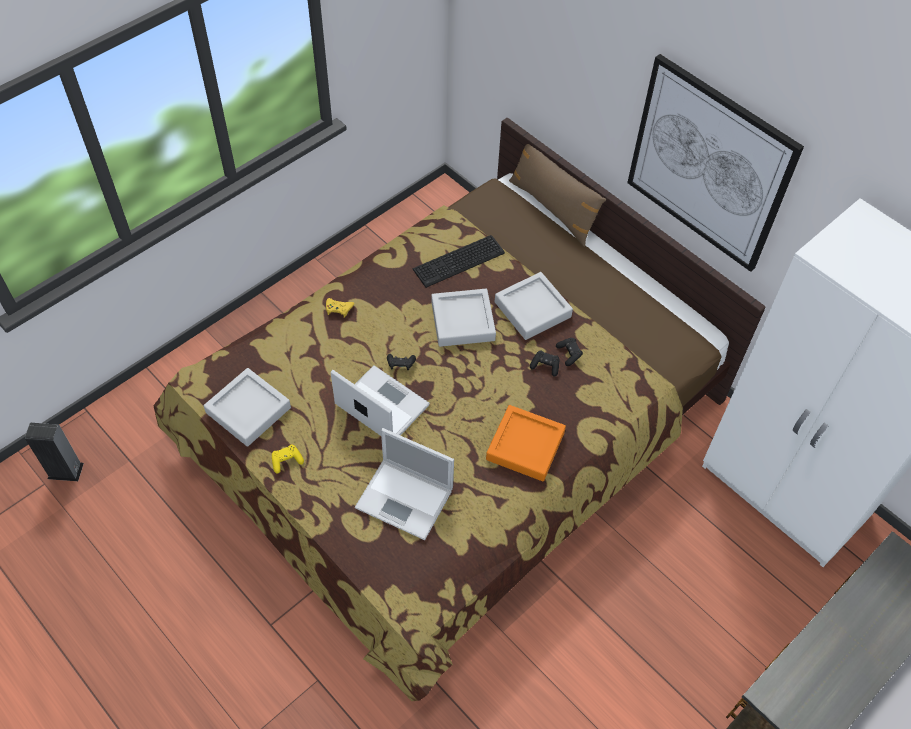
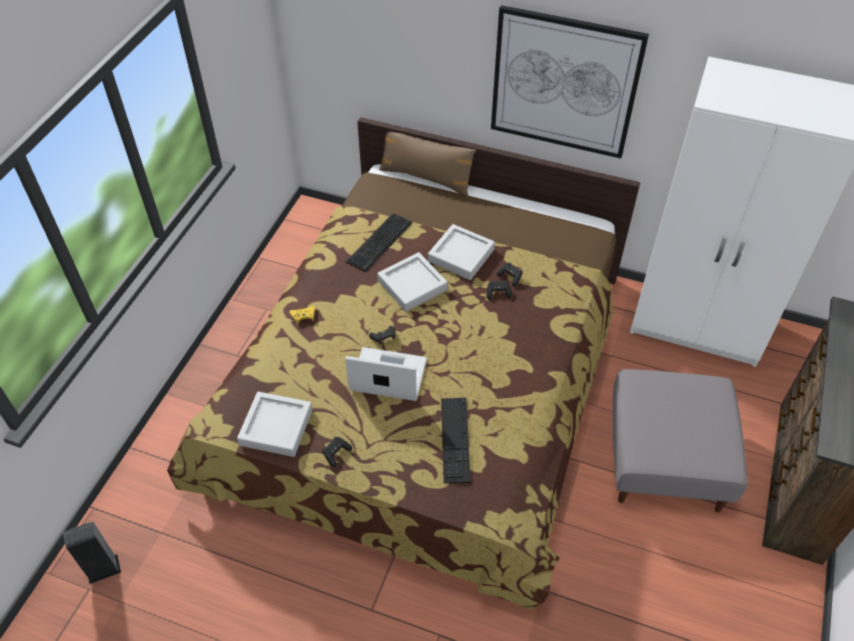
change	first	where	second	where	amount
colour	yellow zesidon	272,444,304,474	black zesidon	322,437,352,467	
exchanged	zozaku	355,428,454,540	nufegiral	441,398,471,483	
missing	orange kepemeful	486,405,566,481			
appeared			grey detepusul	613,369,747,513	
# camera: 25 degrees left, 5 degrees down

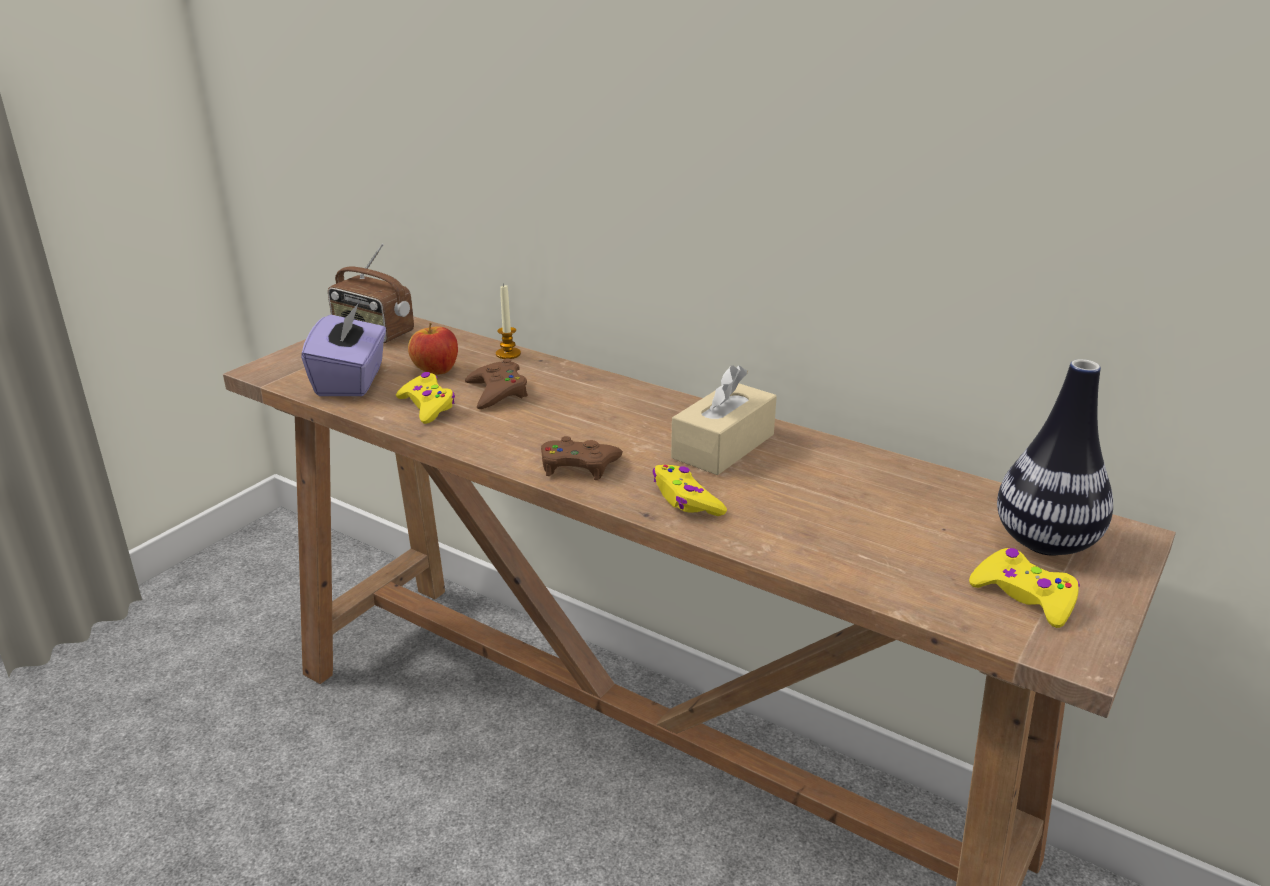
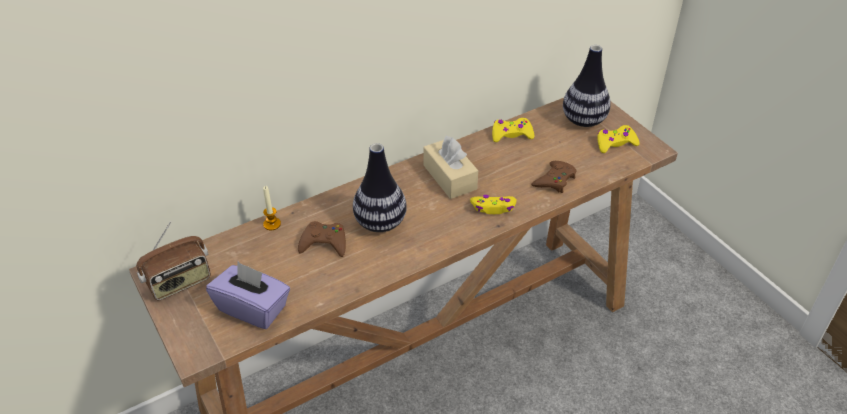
change	first	where	second	where	amount
relocated	yellow zesidon	396,372,455,424		492,118,534,142	
missing	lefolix	408,323,458,375			
relocated	brown zesidon	541,436,623,480		531,161,577,193	
appeared			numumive	353,143,407,232	
# camera: 65 degrees left, 15 degrees up

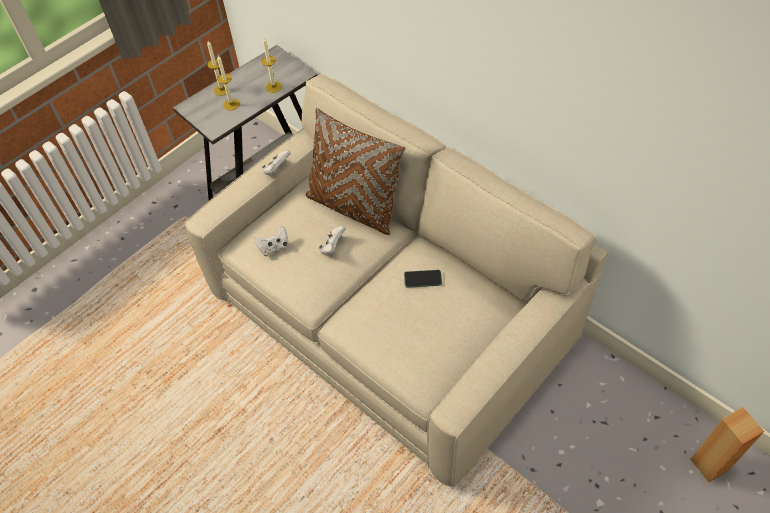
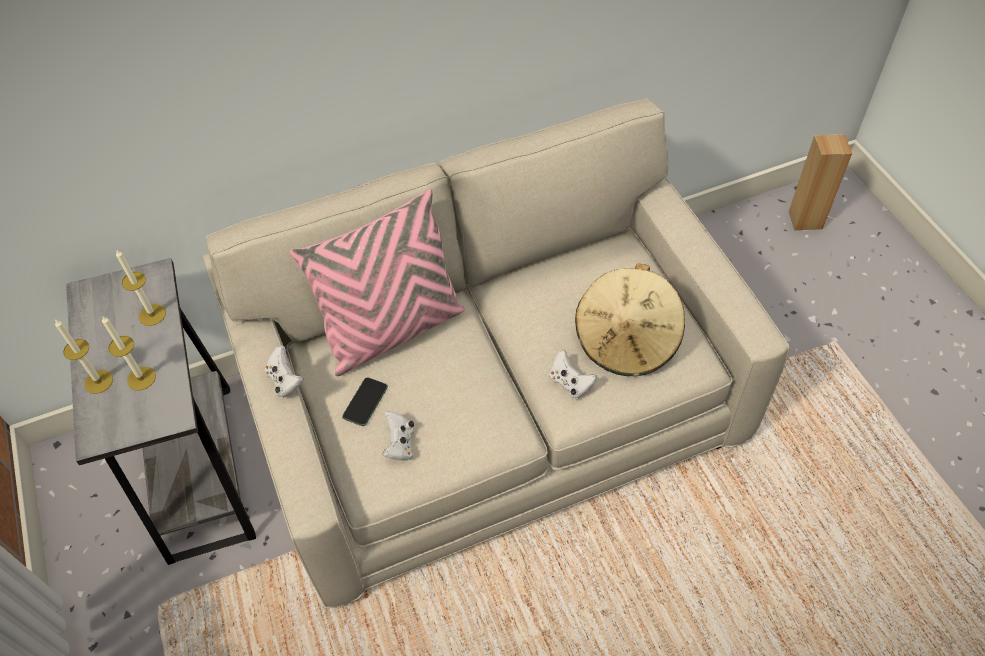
change	first	where	second	where	amount
colour	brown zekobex	305,108,405,235	pink zekobex	290,189,465,376	
relocated	white zesidon	319,226,346,255		549,350,597,399	
relocated	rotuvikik	404,270,442,288		342,377,388,426	
appeared			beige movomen	575,263,685,376	
# camera: 65 degrees left, 0 degrees up

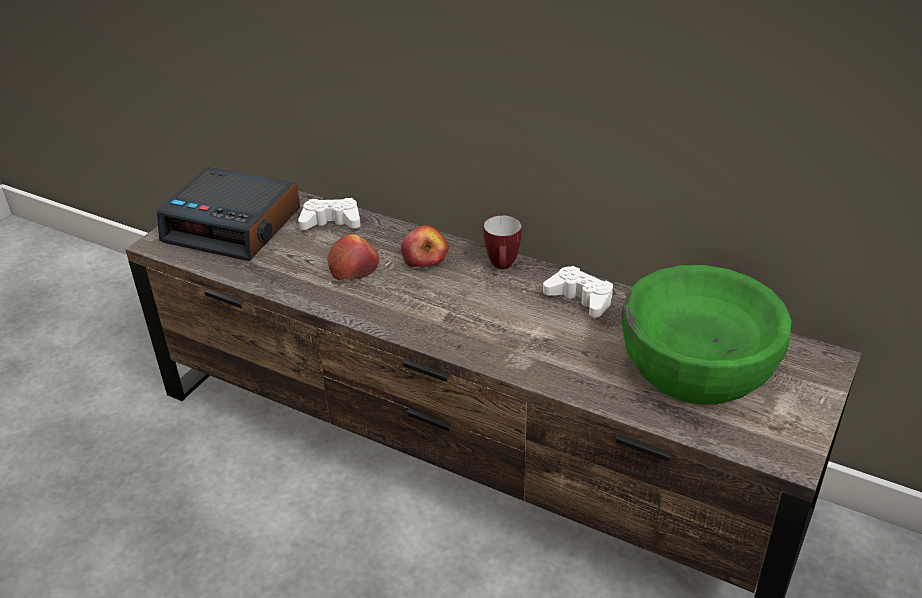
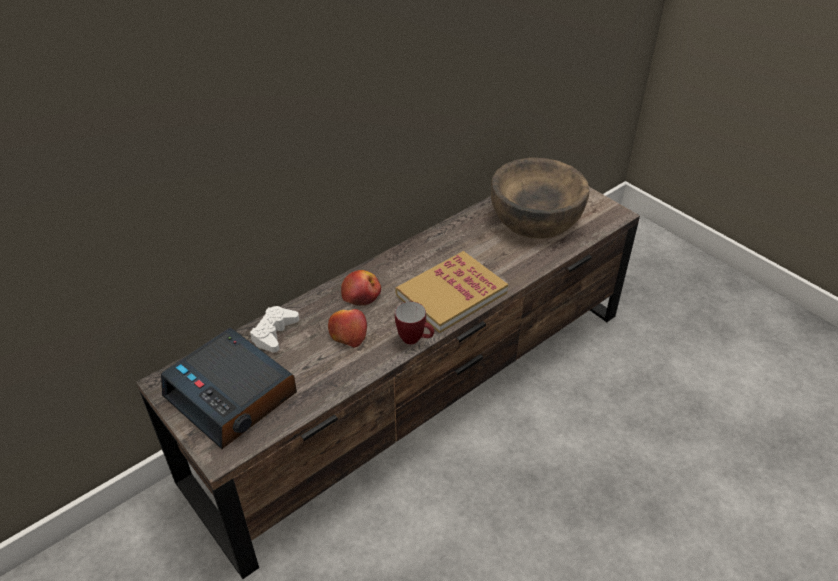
change	first	where	second	where	amount
spun	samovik	157,167,300,261		161,328,297,449	90 degrees clockwise
relocated	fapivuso	483,215,522,269		395,302,434,344	
missing	white zesidon	543,266,613,318			
colour	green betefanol	621,265,792,404	brown betefanol	491,158,589,239	
appeared			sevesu	396,251,508,333	
# camera: 70 degrees left, 5 degrees up

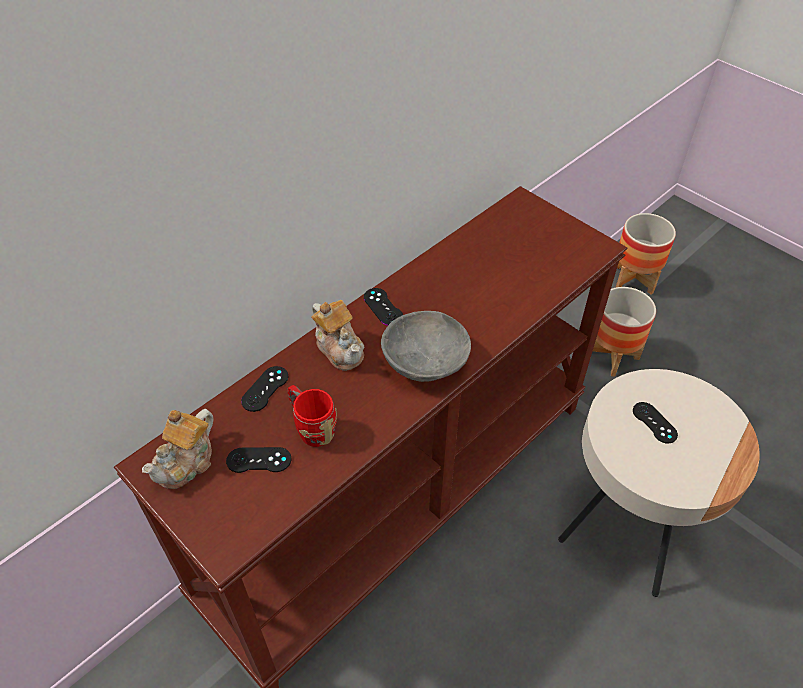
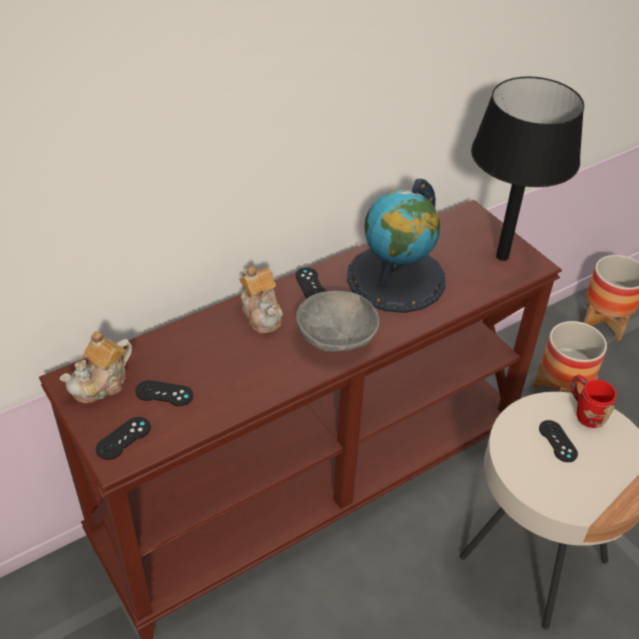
change	first	where	second	where	amount
relocated	black zesidon	241,366,288,412		96,417,151,460	
relocated	red fapivuso	287,385,337,447		570,375,616,428	
appeared			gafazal	347,179,446,313	
appeared			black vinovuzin	471,77,584,261	
# camera: 10 degrees right, 5 degrees down

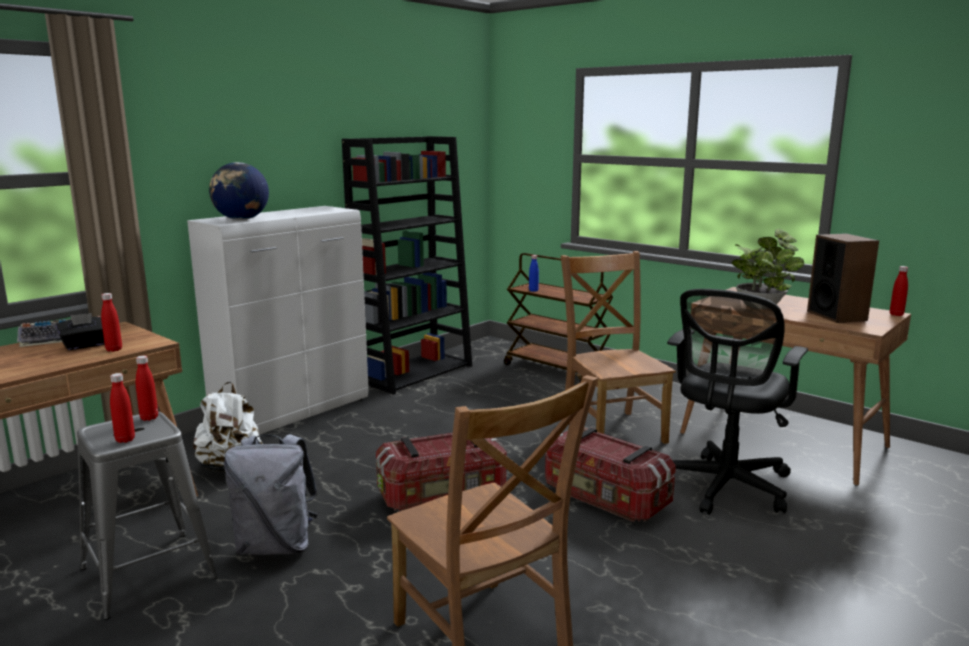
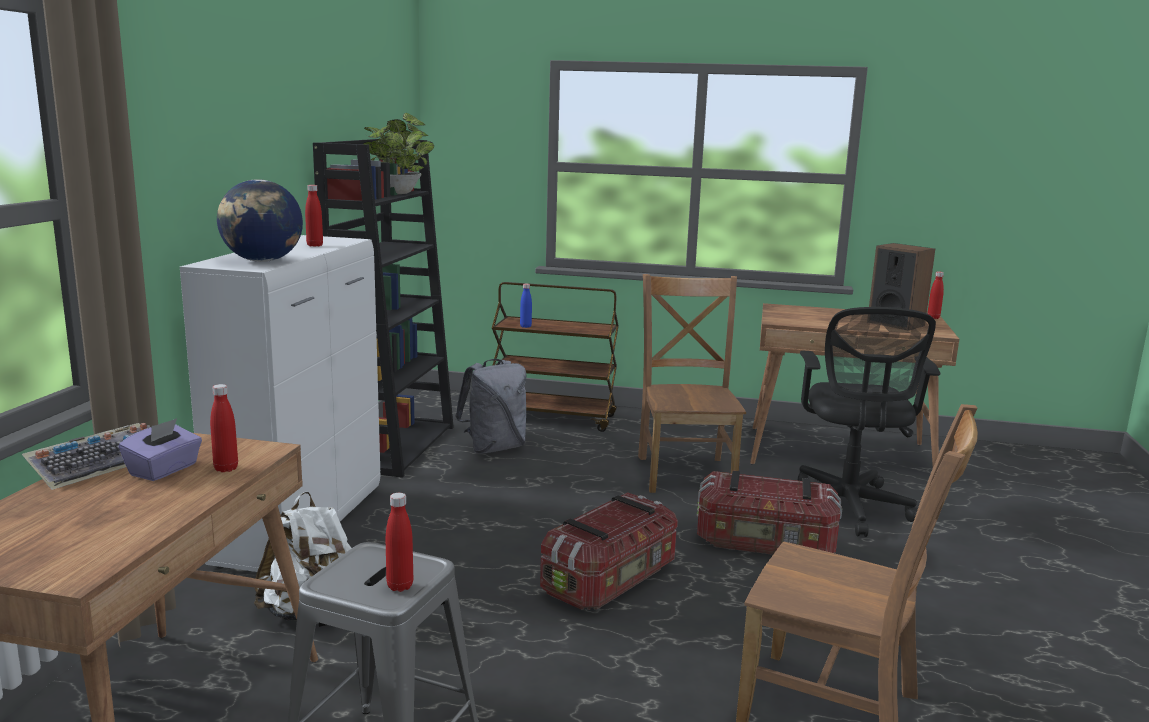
change	first	where	second	where	amount
colour	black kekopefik	56,313,105,350	purple kekopefik	119,418,202,481	
relocated	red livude	136,356,158,421		305,185,323,247	
relocated	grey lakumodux	224,434,318,555		455,359,527,454	
spun	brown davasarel	561,251,676,444		638,274,746,493	45 degrees clockwise
relocated	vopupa	731,229,804,309		363,113,434,194	
# camera: 30 degrees left, 0 degrees up

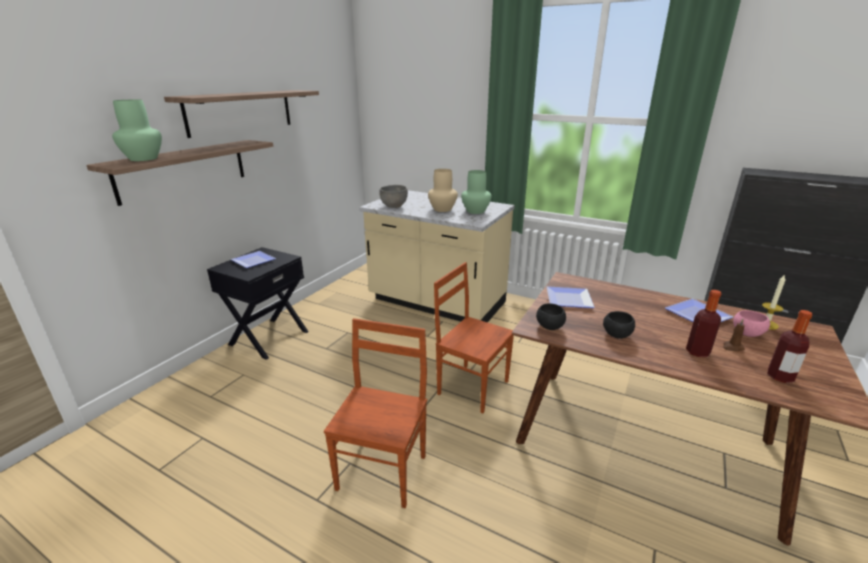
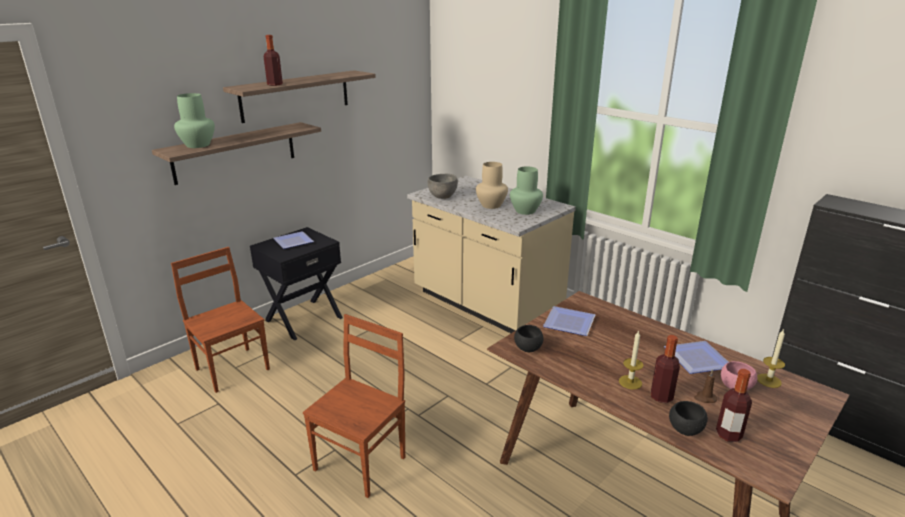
change	first	where	second	where	amount
relocated	brown davasarel	434,262,514,413		171,247,270,393	
relocated	black betefanol	603,311,635,339		669,401,708,436	
appeared			livude	263,35,283,86	
appeared			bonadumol	619,330,643,389	
# camera: 15 degrees right, 0 degrees up

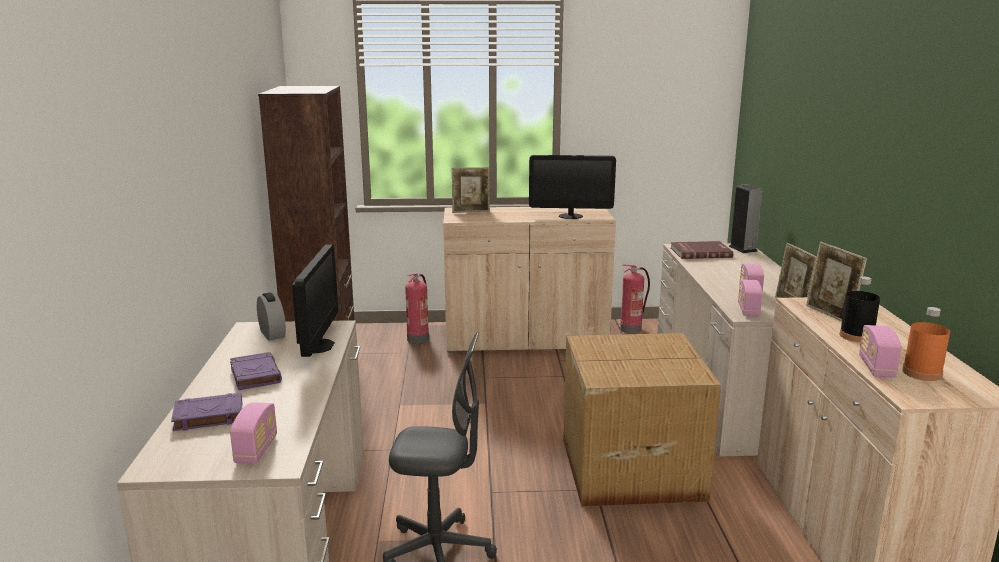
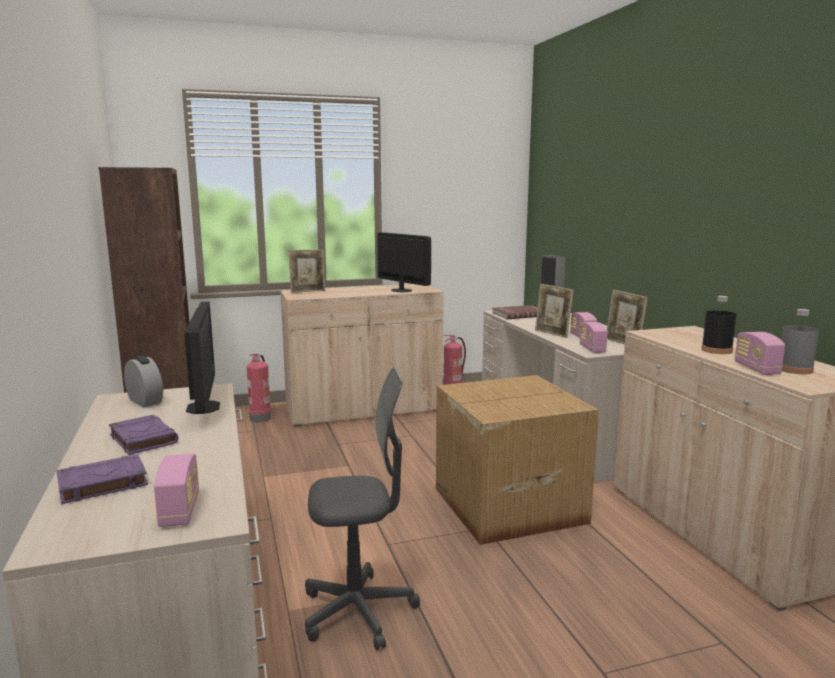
change	first	where	second	where	amount
spun	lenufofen	529,155,616,219		377,232,431,292	120 degrees counterclockwise
relocated	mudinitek	806,242,867,321		535,284,574,338	
colour	orange livude	902,307,950,381	grey livude	781,309,819,374	
# camera: 15 degrees left, 5 degrees down

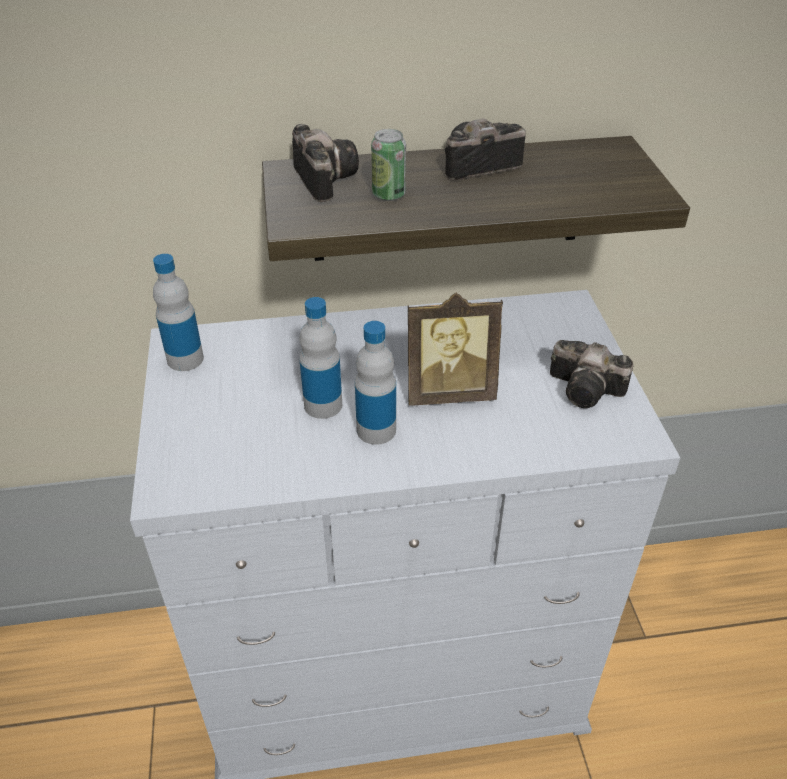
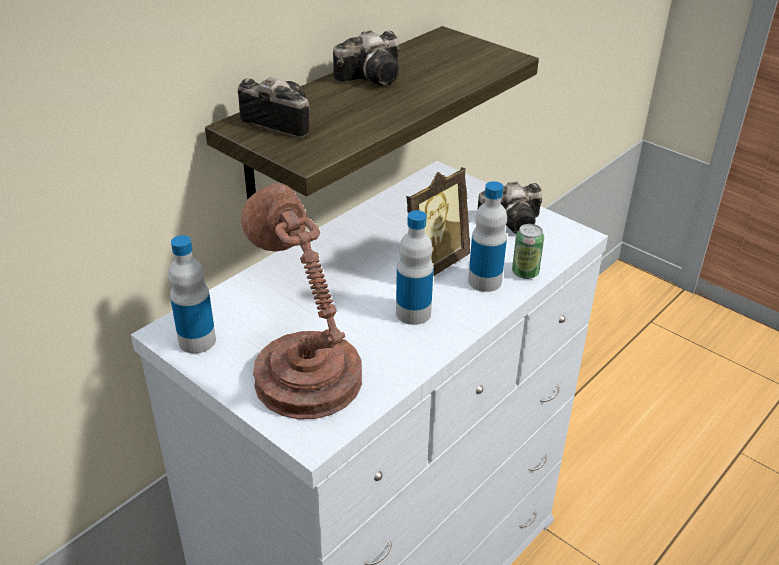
change	first	where	second	where	amount
relocated	livude	299,297,342,419		468,181,507,292	
relocated	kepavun	371,129,406,201		512,224,544,279	
spun	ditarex	445,118,526,180		333,30,399,86	150 degrees counterclockwise
appeared			brown vinovuzin	241,183,362,419	
# camera: 40 degrees left, 5 degrees down

